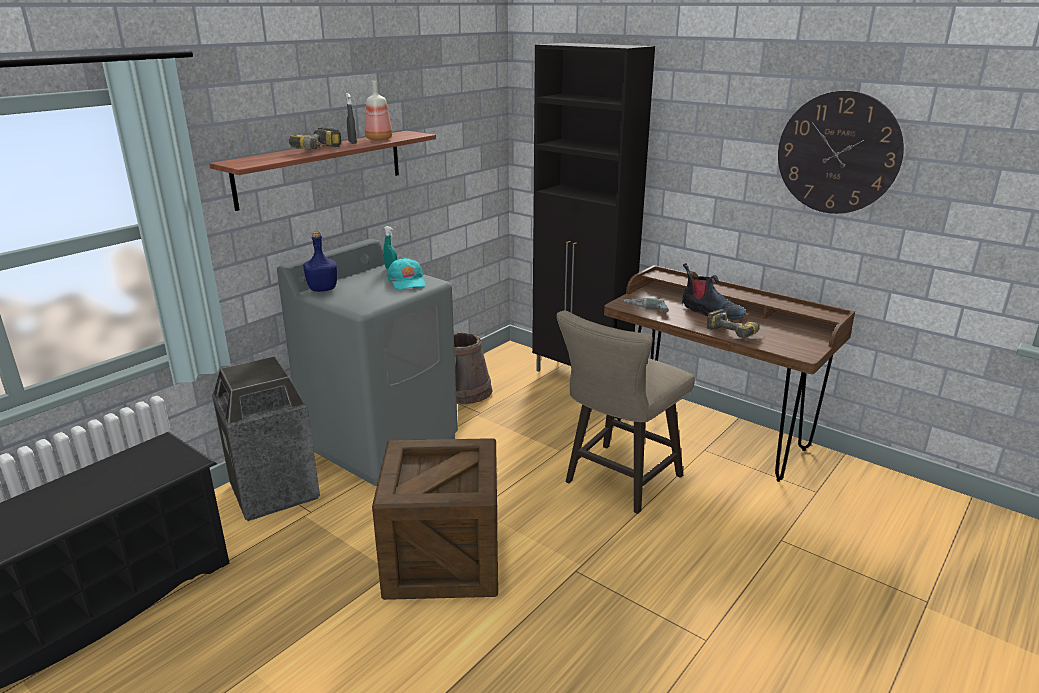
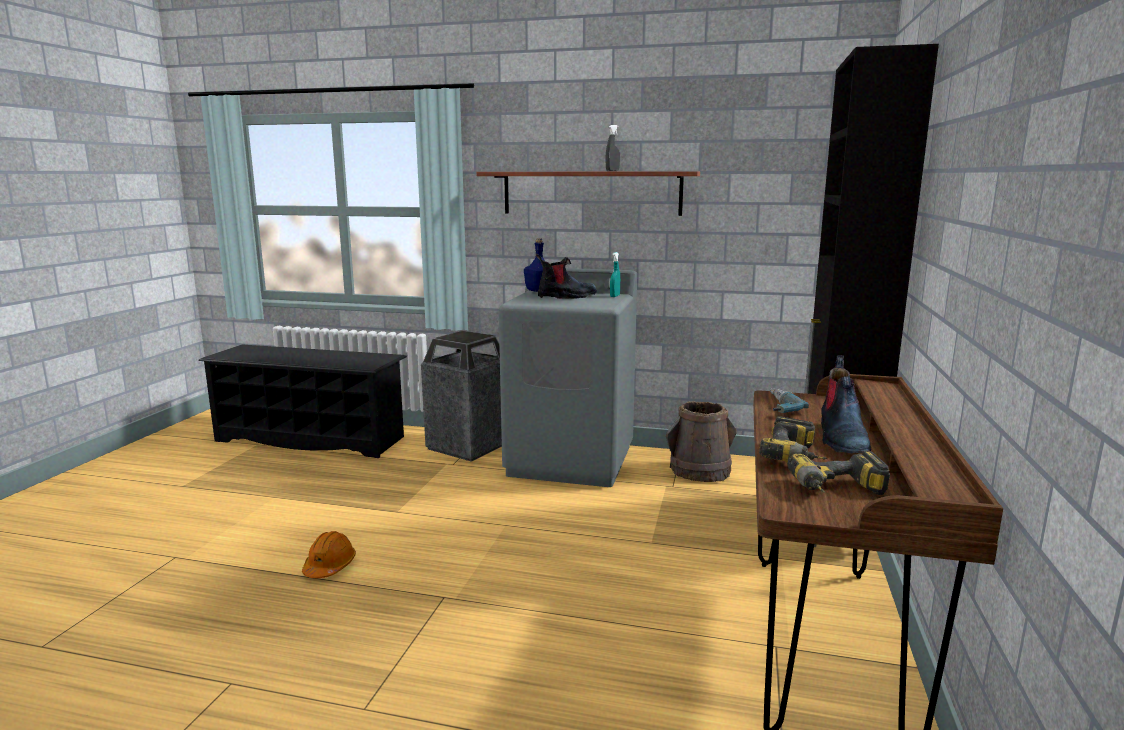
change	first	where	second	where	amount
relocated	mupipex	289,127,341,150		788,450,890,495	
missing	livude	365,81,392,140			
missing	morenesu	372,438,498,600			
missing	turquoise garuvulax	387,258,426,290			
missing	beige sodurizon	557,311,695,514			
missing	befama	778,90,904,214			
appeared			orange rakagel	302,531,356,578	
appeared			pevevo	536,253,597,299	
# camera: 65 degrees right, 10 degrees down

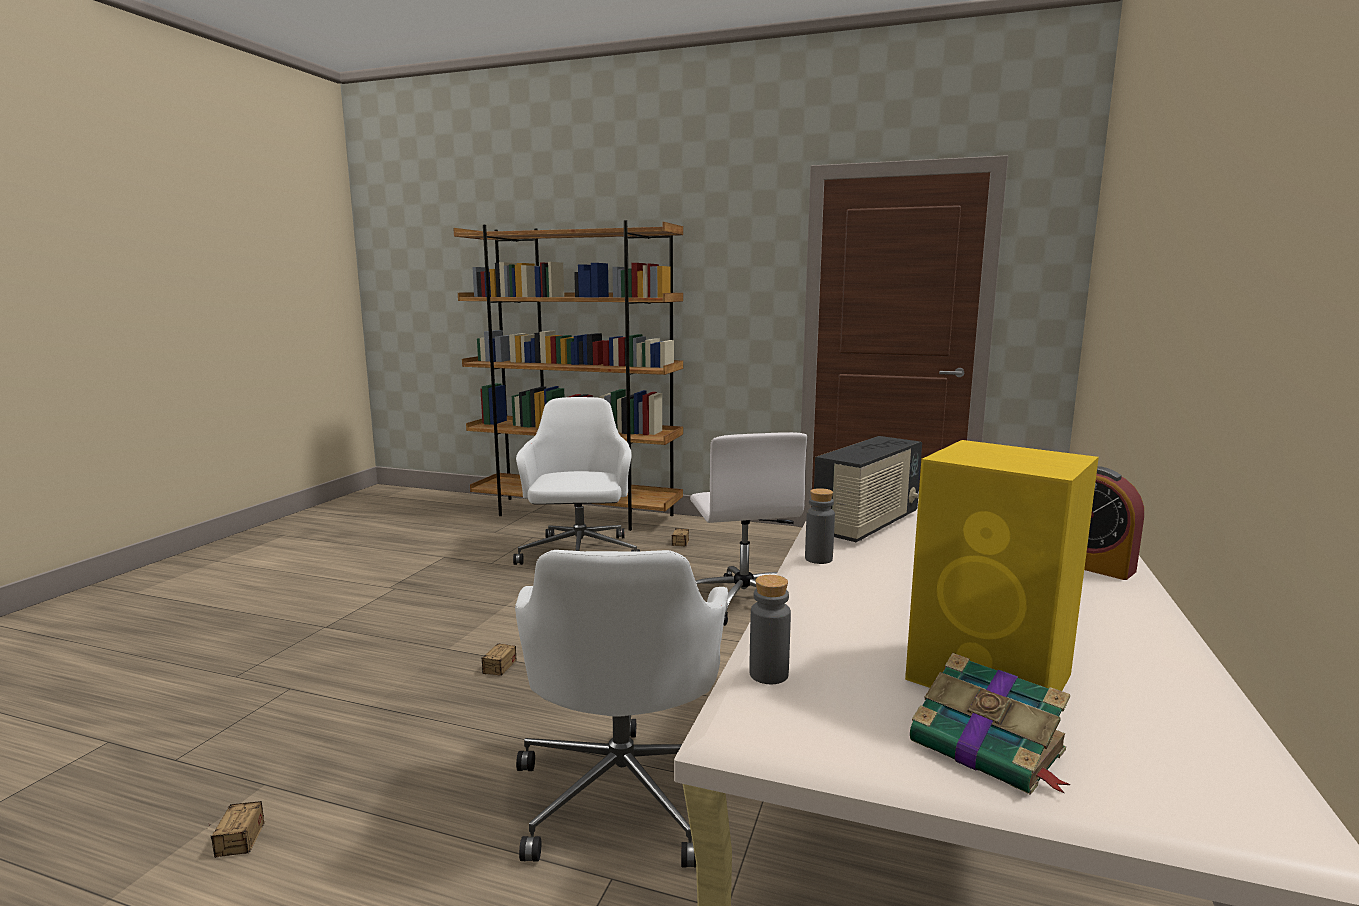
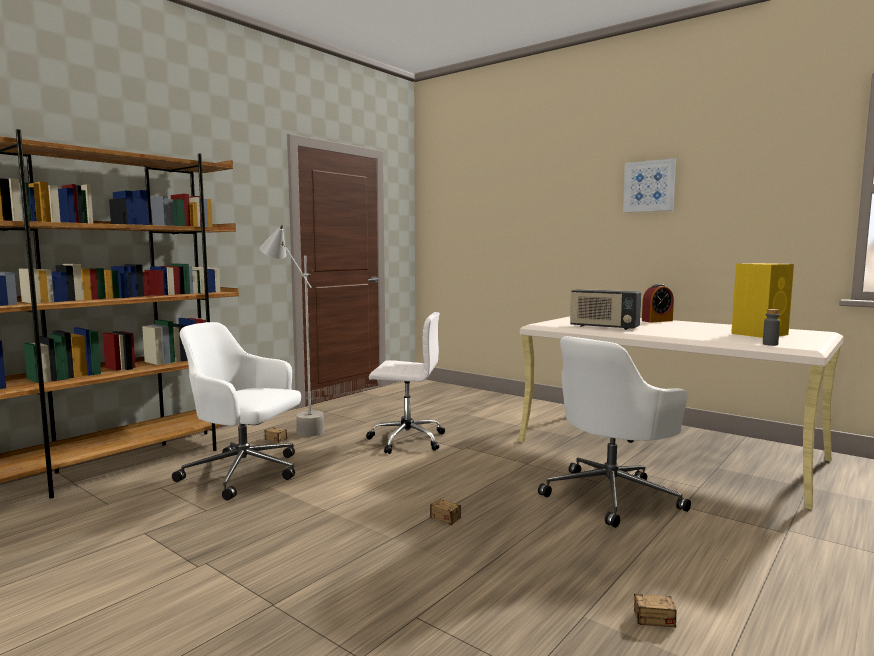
change	first	where	second	where	amount
spun	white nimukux	515,550,728,868		538,336,691,528	120 degrees clockwise
missing	grey livude	805,488,835,564			
spun	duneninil	814,436,922,542		569,289,641,330	150 degrees clockwise
missing	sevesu	910,653,1070,795			
appeared			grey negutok	260,225,324,436	
appeared			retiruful	623,158,676,212	
# camera: 70 degrees left, 5 degrees down

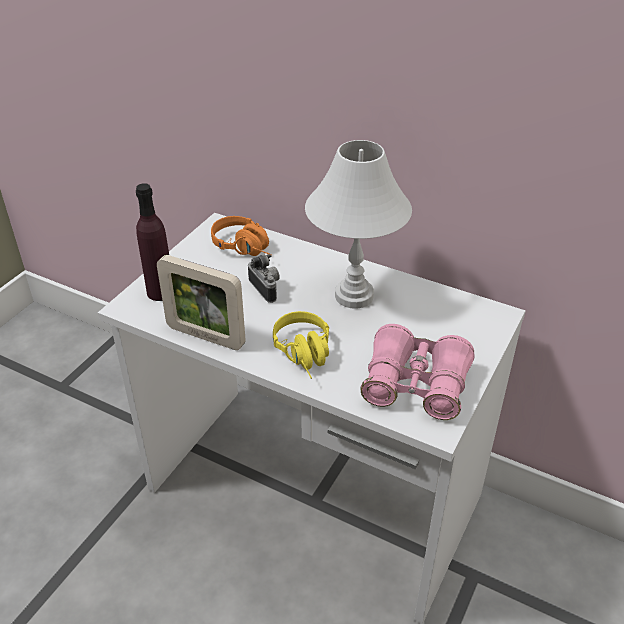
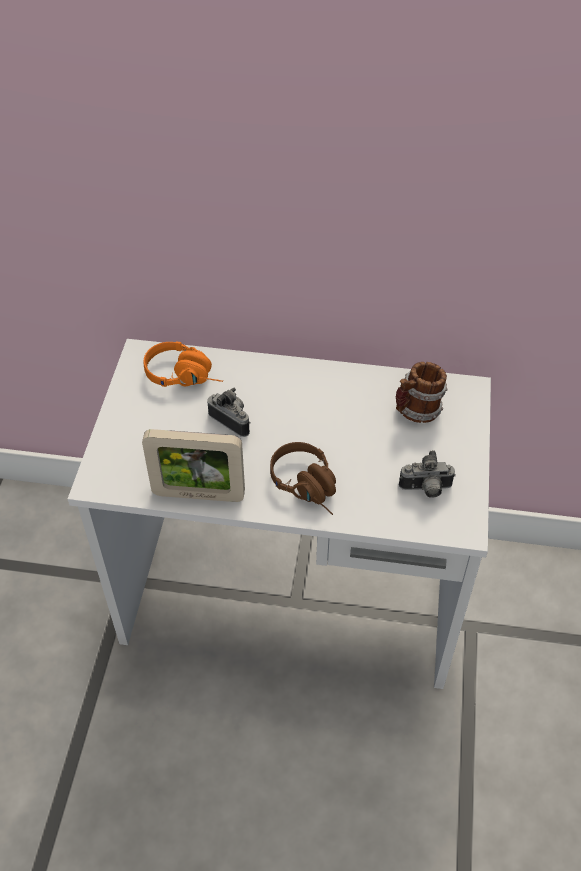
change	first	where	second	where	amount
missing	purple livude	136,183,169,301			
colour	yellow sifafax	273,311,329,379	brown sifafax	270,442,336,515	
missing	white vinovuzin	305,140,412,309			
exchanged	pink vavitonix	361,324,475,420	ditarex	399,450,456,498	
appeared			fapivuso	396,362,448,423	
# camera: 20 degrees left, 10 degrees up

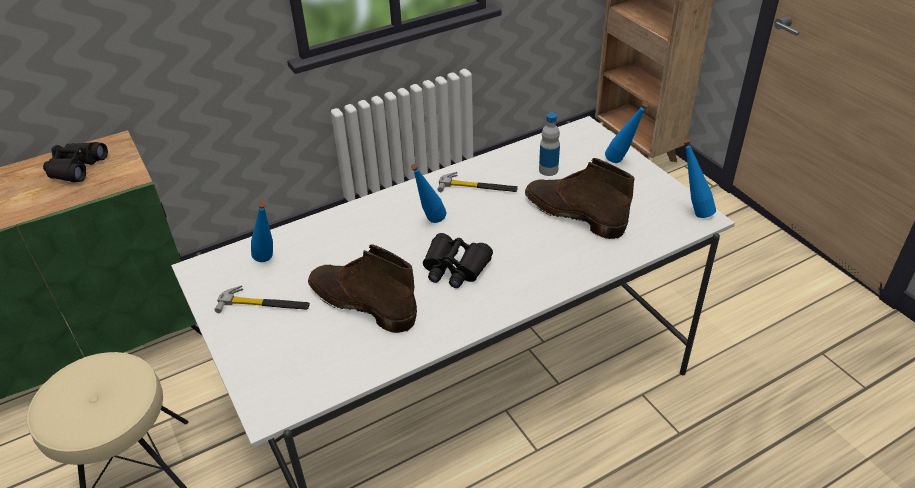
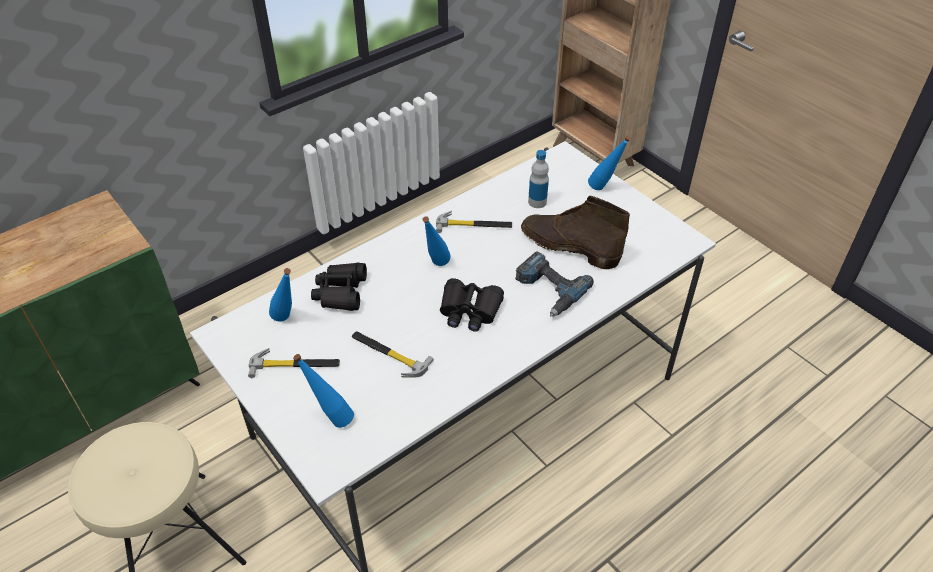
change	first	where	second	where	amount
relocated	black vavitonix	43,142,108,182		311,263,367,311	
exchanged	brown pevevo	308,244,417,333	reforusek	352,332,434,378	
relocated	blue livude	683,139,716,218		293,354,354,428	
appeared			mupipex	515,251,594,317	
# camera: 10 degrees left, 5 degrees up

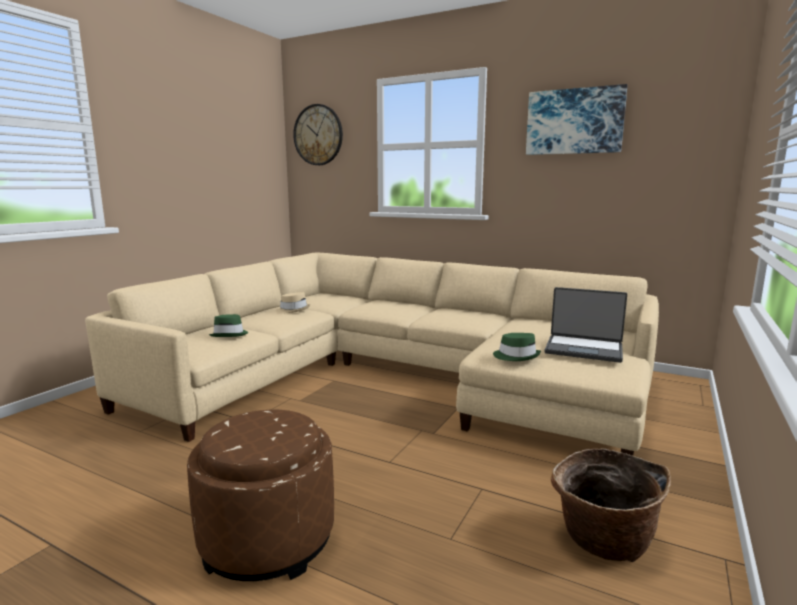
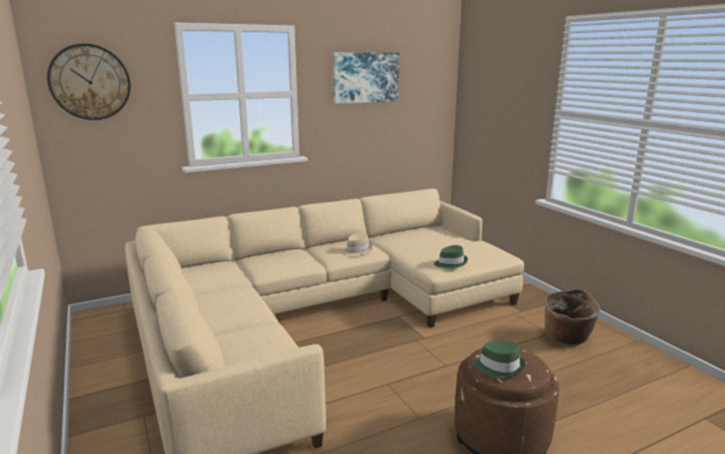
change	first	where	second	where	amount
relocated	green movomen	209,314,248,337		473,341,525,378	
relocated	beige movomen	276,292,310,313		342,233,373,256	
missing	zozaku	545,287,627,363			
# camera: 55 degrees left, 5 degrees up

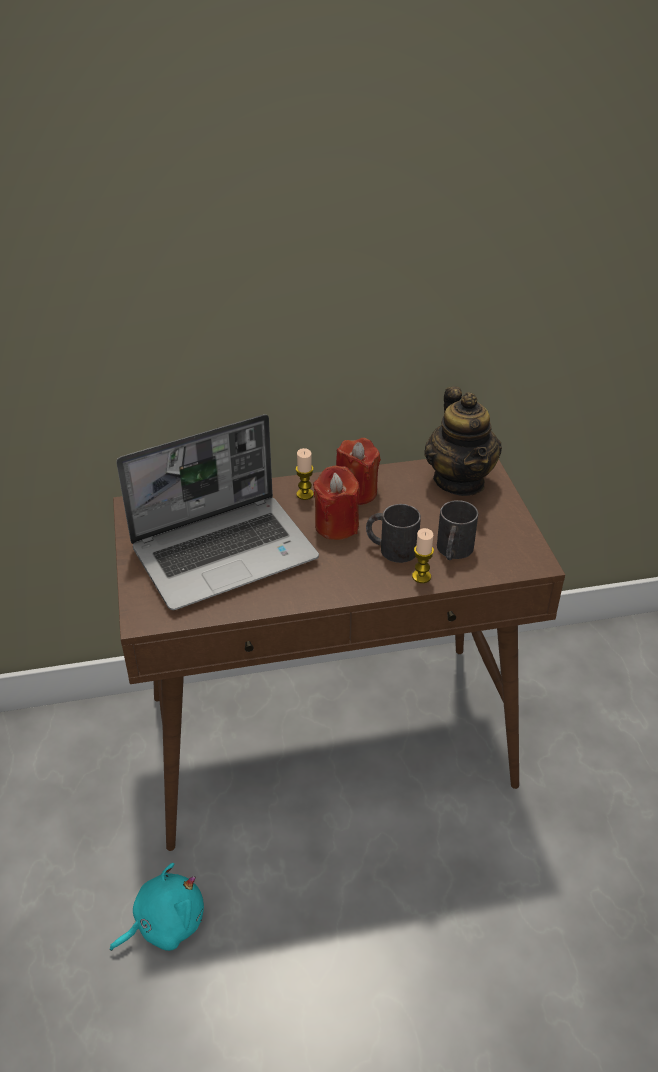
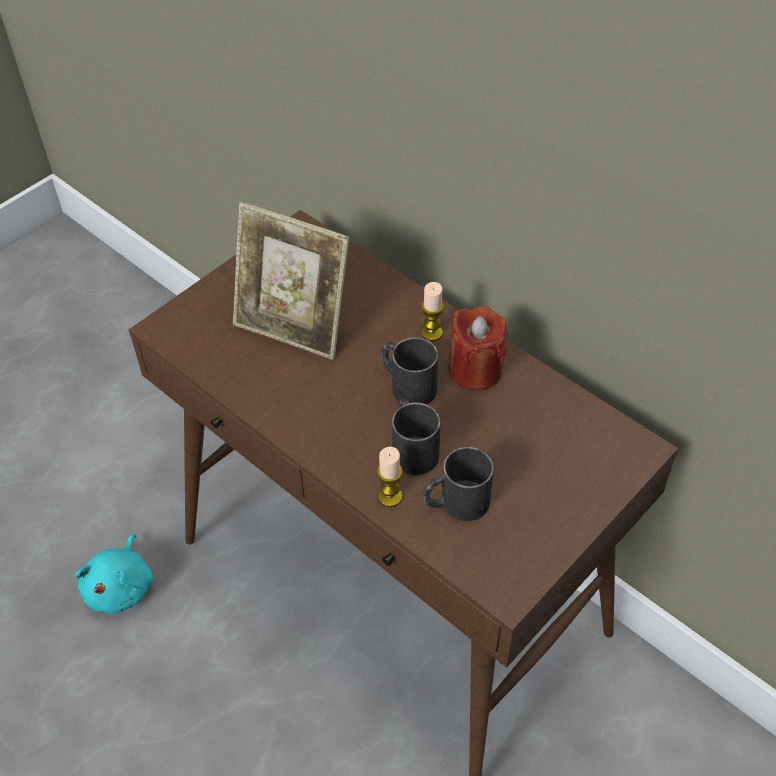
change	first	where	second	where	amount
spun	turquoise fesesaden	110,863,204,951		75,534,153,614	75 degrees clockwise
exchanged	zozaku	116,414,319,610	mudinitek	233,202,349,360	
exchanged	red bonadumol	313,465,360,540	black fapivuso	381,337,438,404	
missing	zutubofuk	424,386,502,496			
# camera: 55 degrees right, 10 degrees up

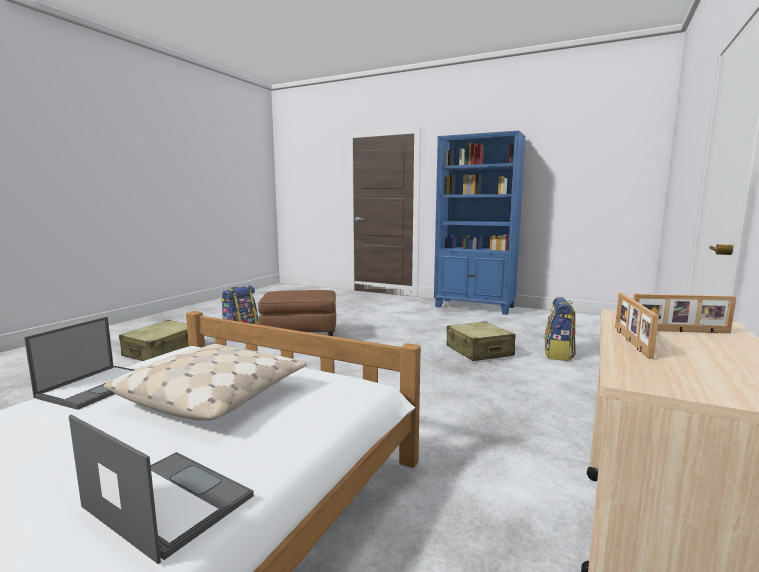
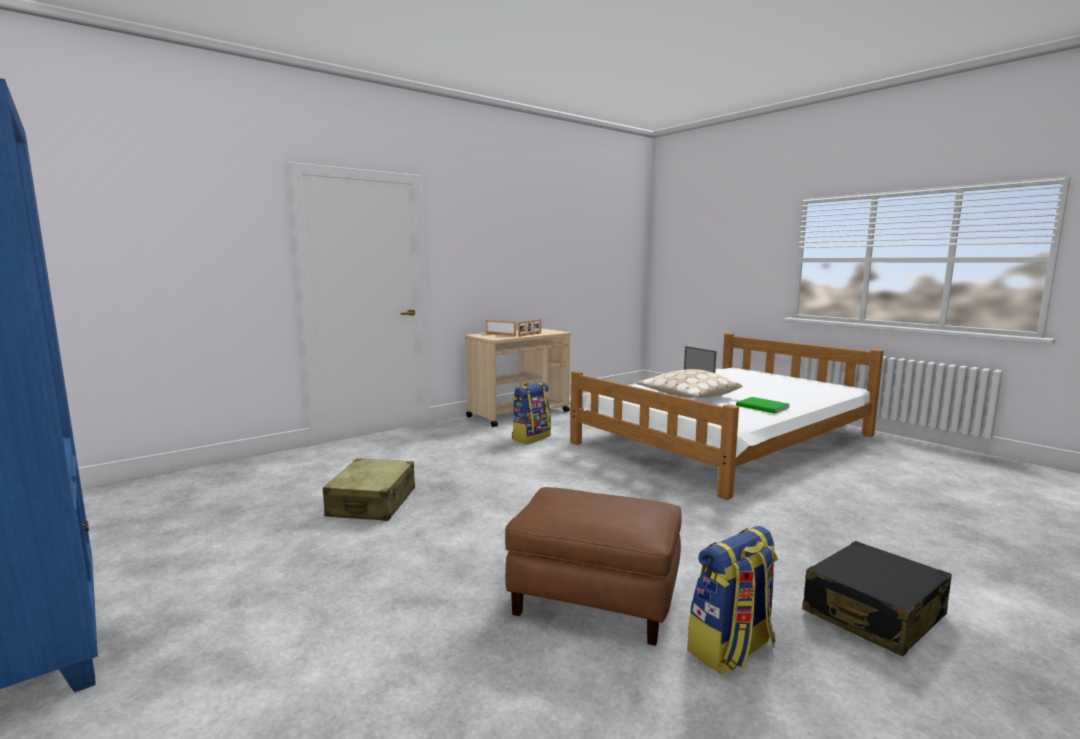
change	first	where	second	where	amount
exchanged	zozaku	24,317,134,410	green sevesu	736,397,790,413	
colour	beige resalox	119,320,189,361	black resalox	802,541,952,656	
relocated	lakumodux	544,297,576,361		512,382,551,444	
# camera: 155 degrees left, 0 degrees up

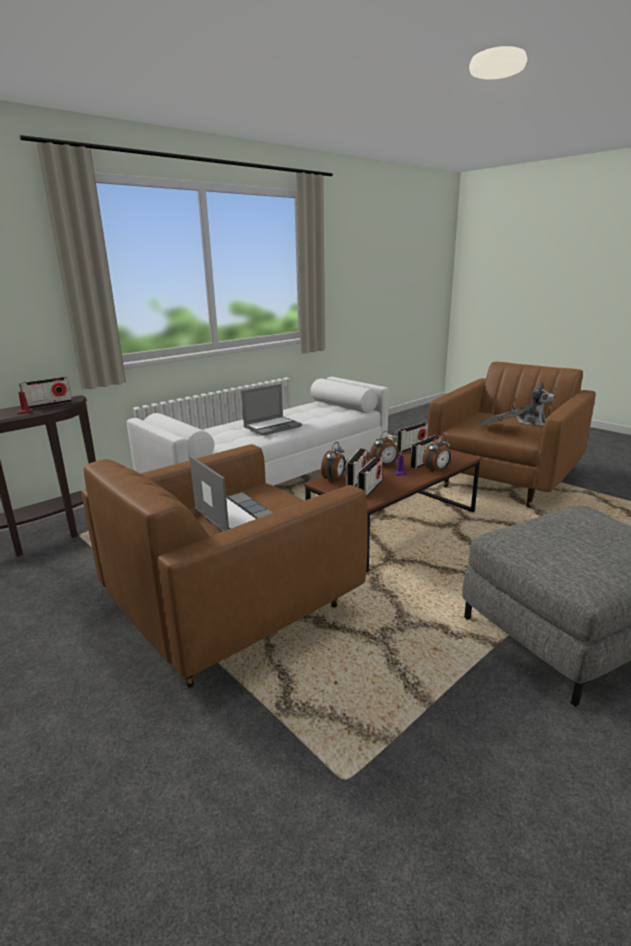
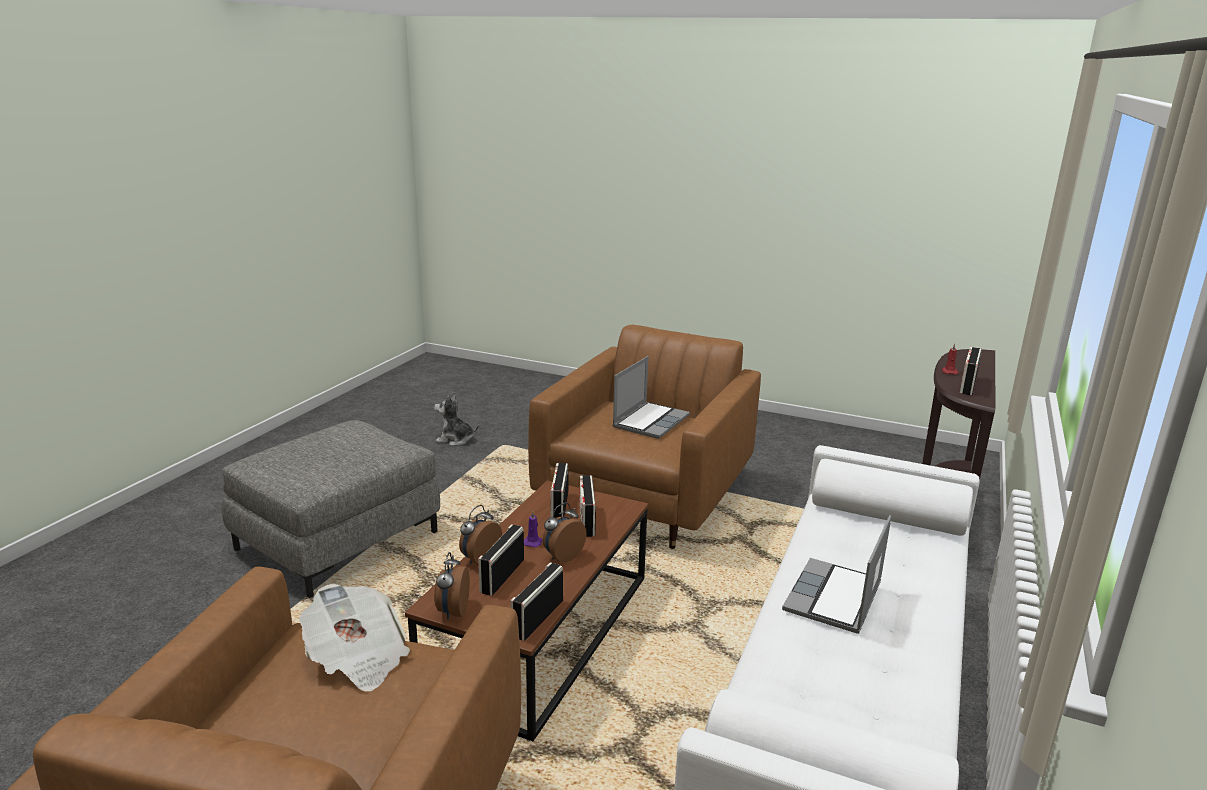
change	first	where	second	where	amount
spun	zozaku	189,456,273,532		612,356,690,439	90 degrees counterclockwise
relocated	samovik	321,442,346,482		434,552,470,620	
relocated	fesesaden	512,382,555,427		434,395,479,446	
# camera: 155 degrees right, 0 degrees up

